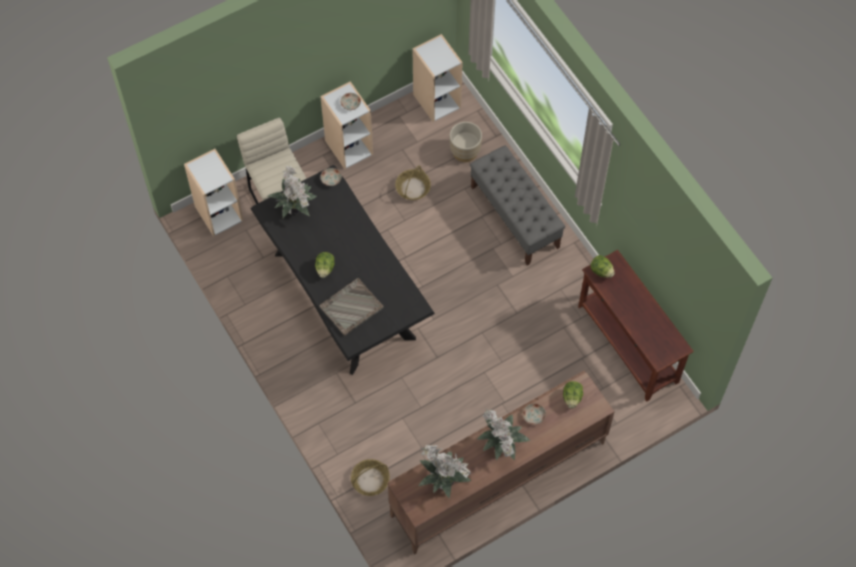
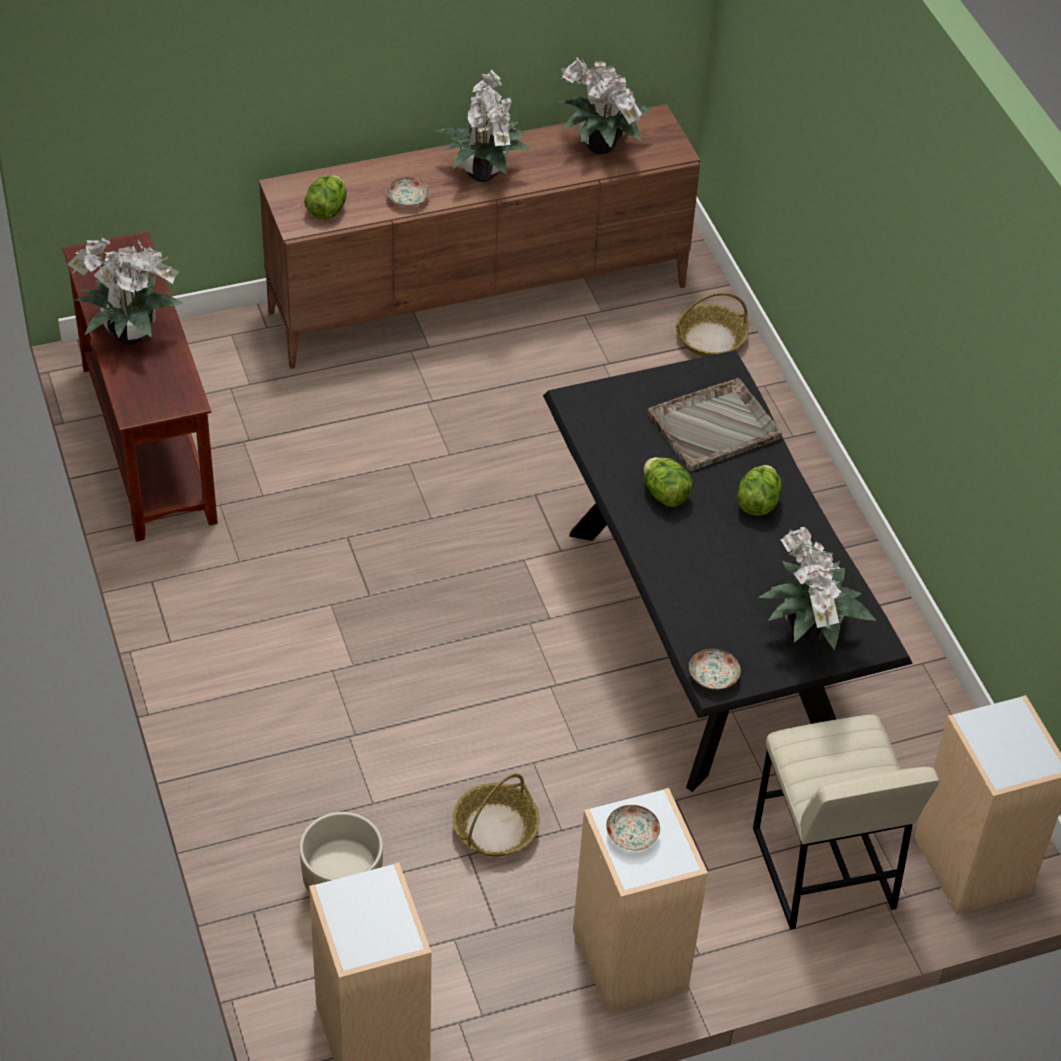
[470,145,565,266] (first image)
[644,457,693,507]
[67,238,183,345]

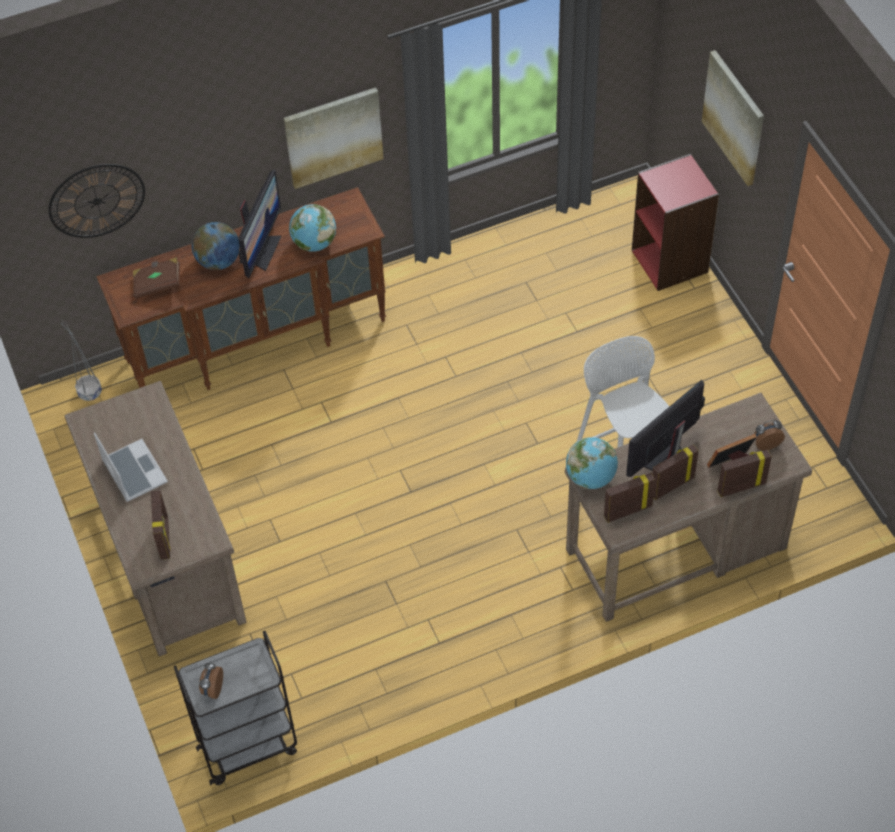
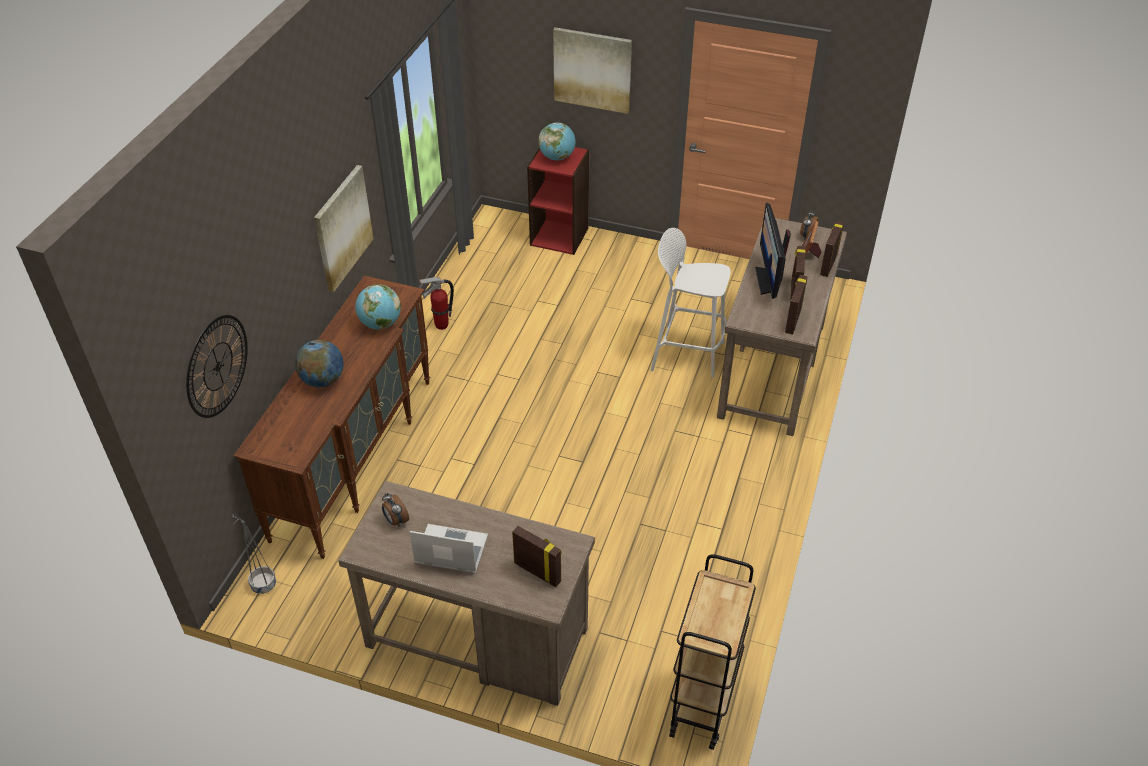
[239,170,281,278] (first image)
[133,257,180,299] (first image)
[538,122,576,160]
[669,554,756,750]
[382,493,409,527]
[419,277,454,330]

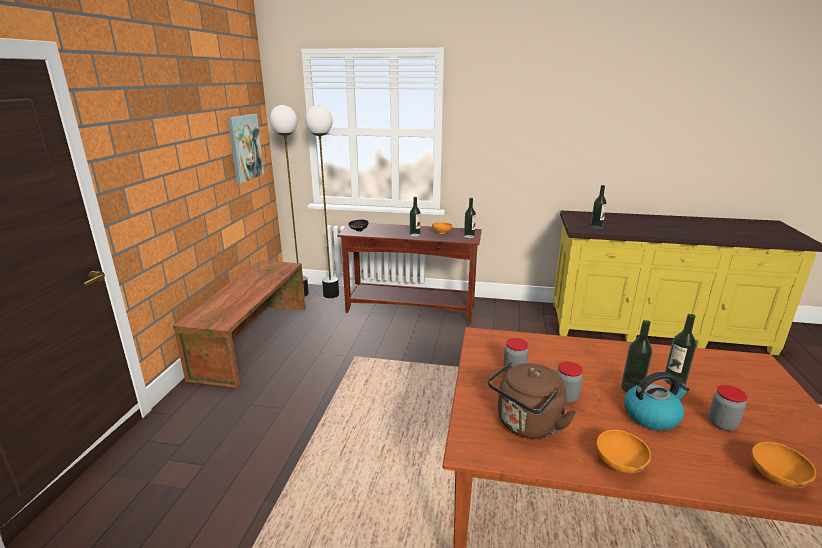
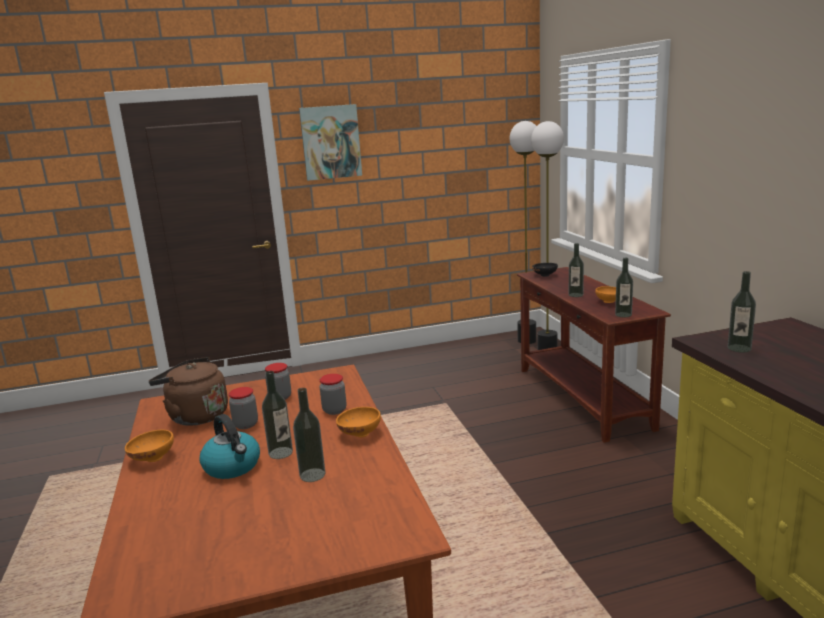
[299,104,362,181]
[173,260,306,388] (first image)
[320,374,346,415]
[336,407,381,438]

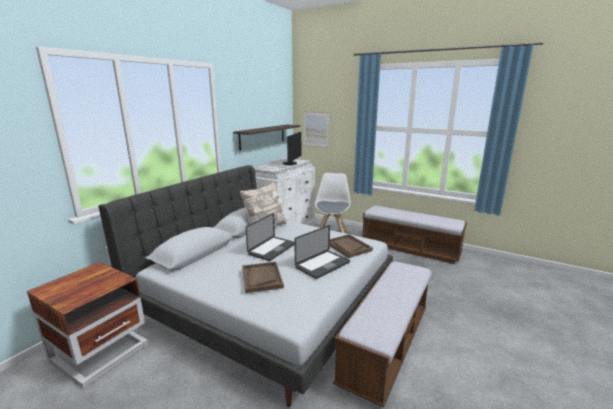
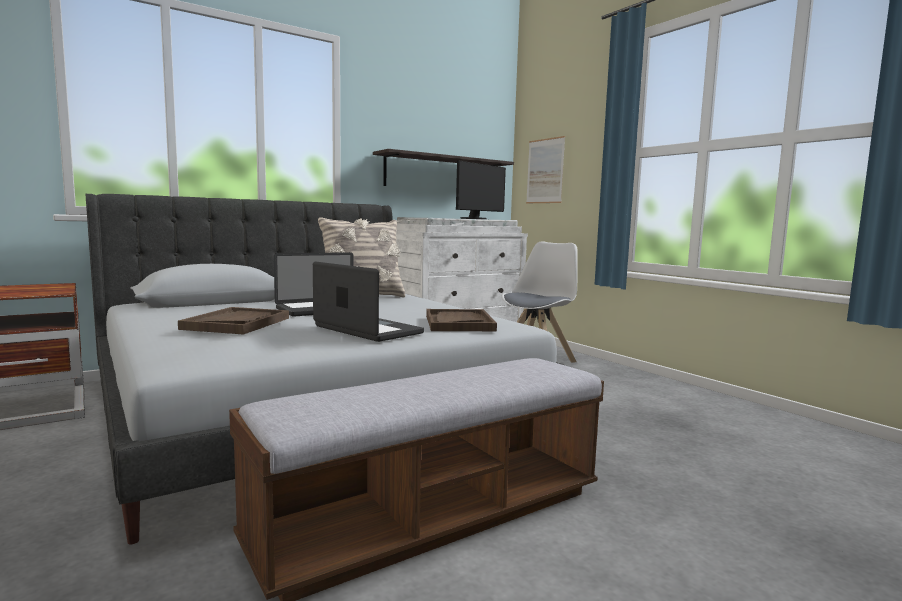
[363,206,467,264] (first image)
[313,261,424,342]

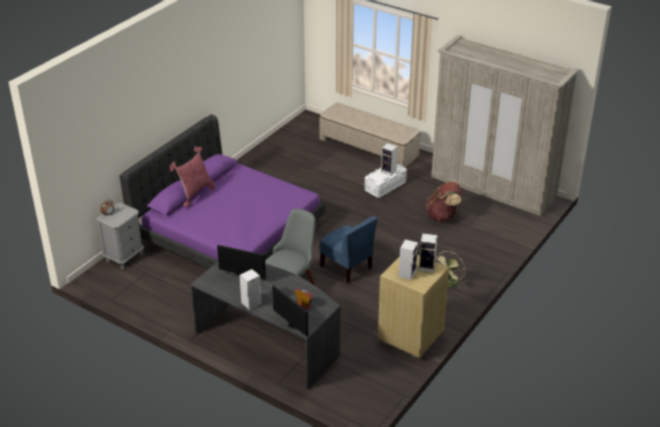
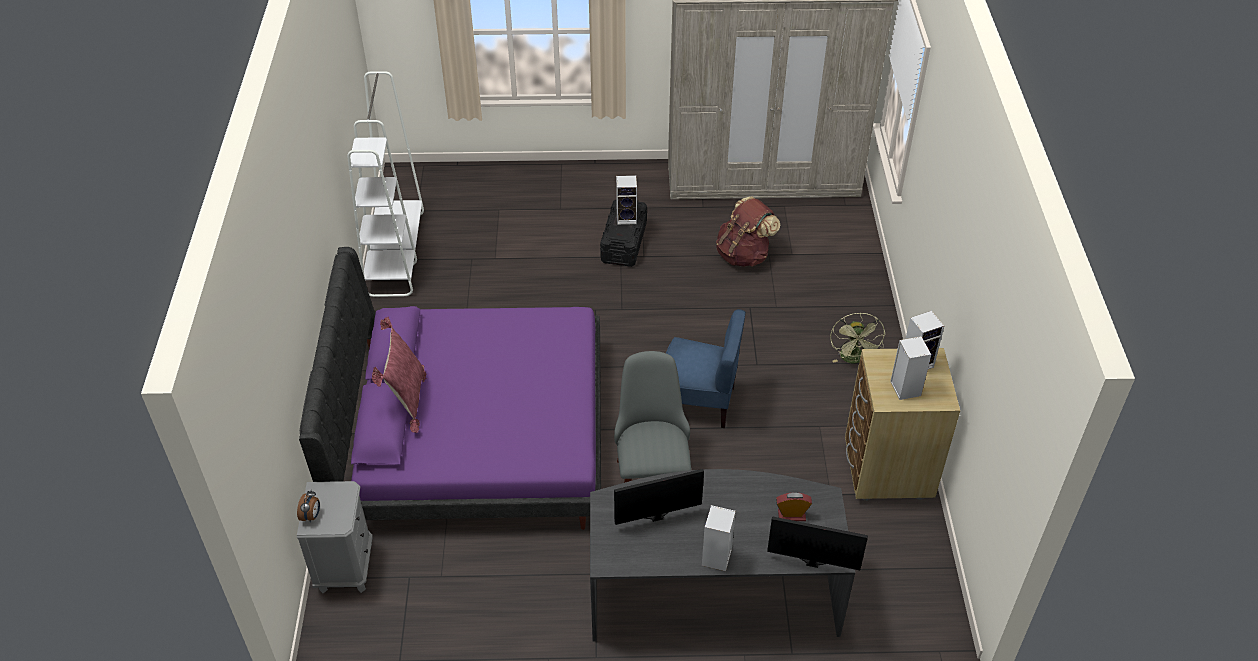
[319,103,421,168] (first image)
[600,199,647,267]
[347,71,424,297]

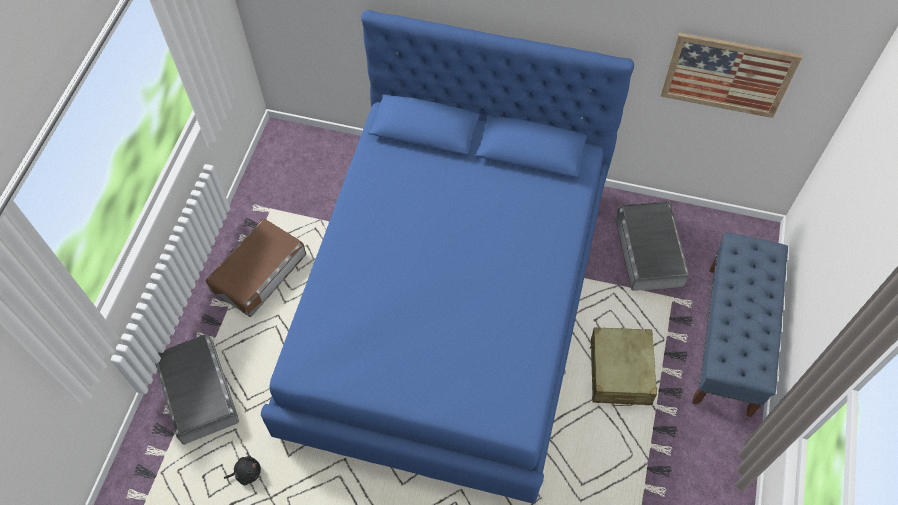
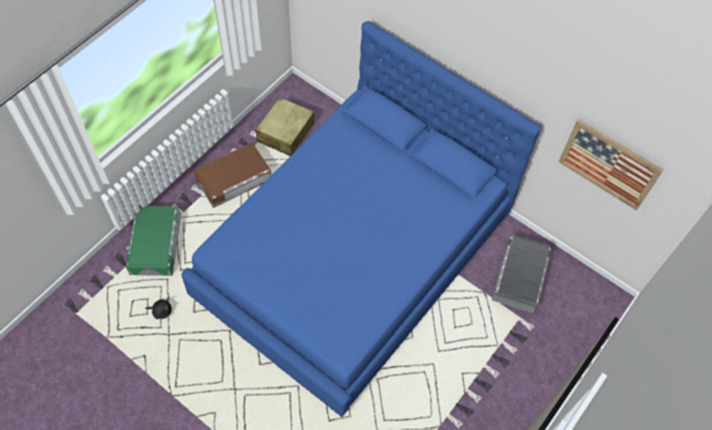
[692,233,788,417] (first image)
[255,97,314,156]
[126,206,181,276]

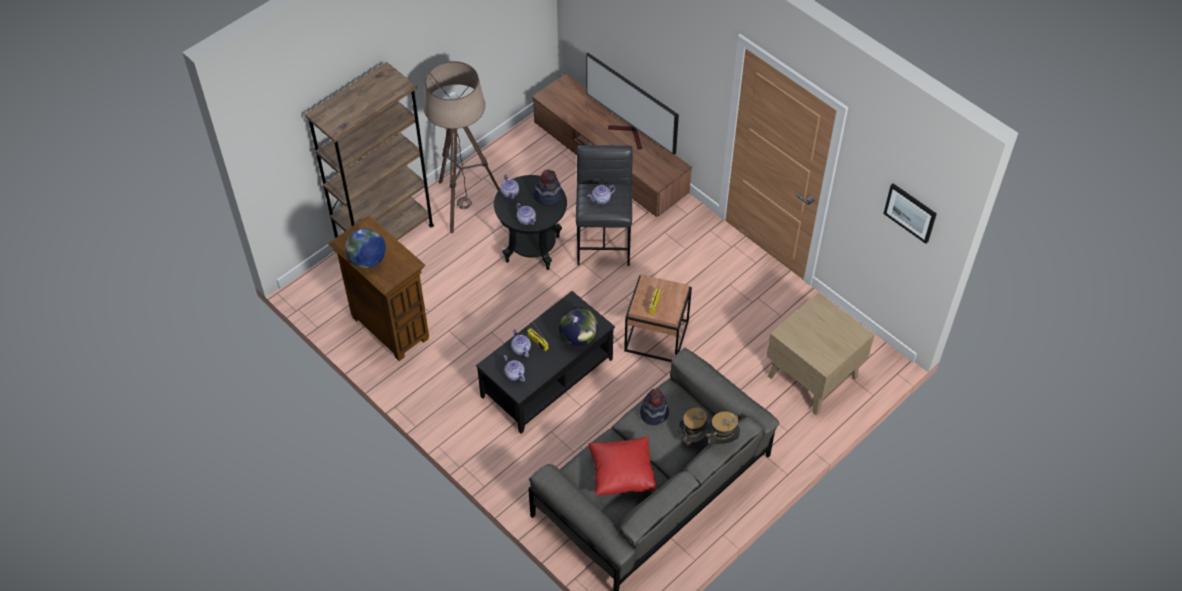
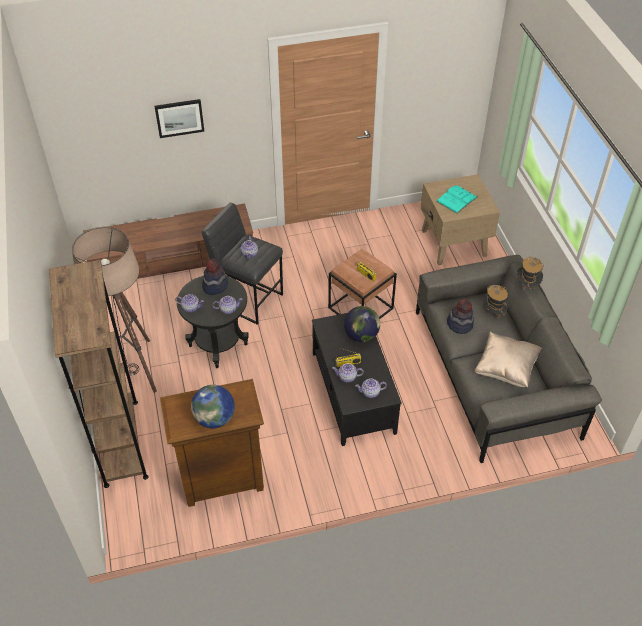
[586,52,679,154] (first image)
[155,99,204,138]
[474,332,542,387]
[436,185,478,214]

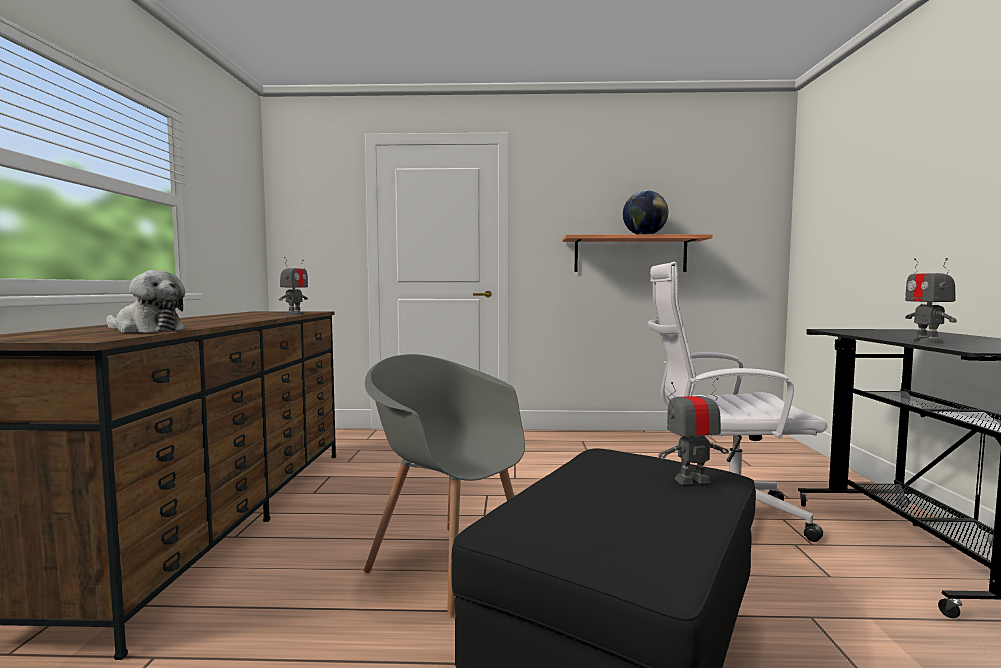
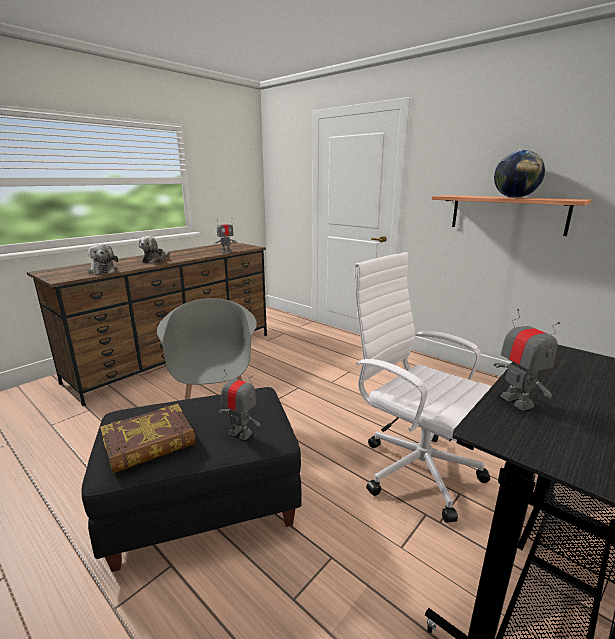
[494,309,560,410]
[139,236,170,264]
[100,404,196,473]

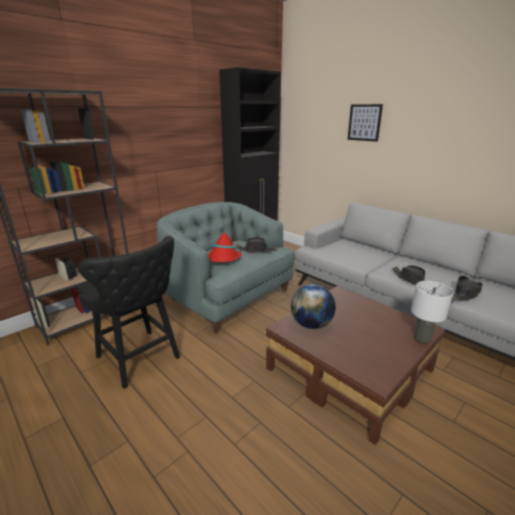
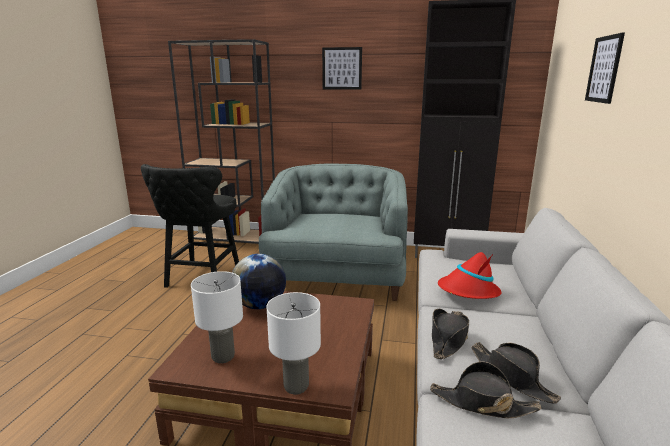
[438,252,501,299]
[471,342,561,404]
[322,47,362,90]
[191,271,243,364]

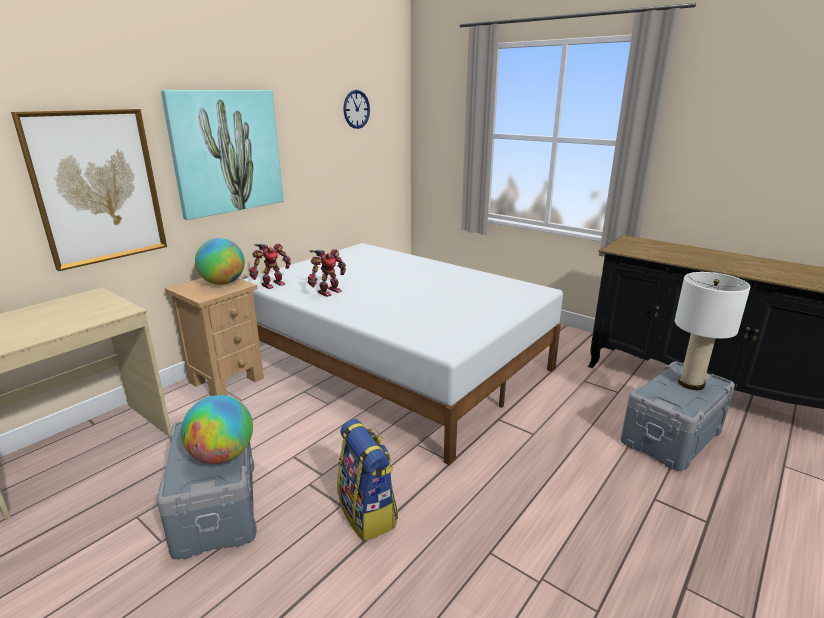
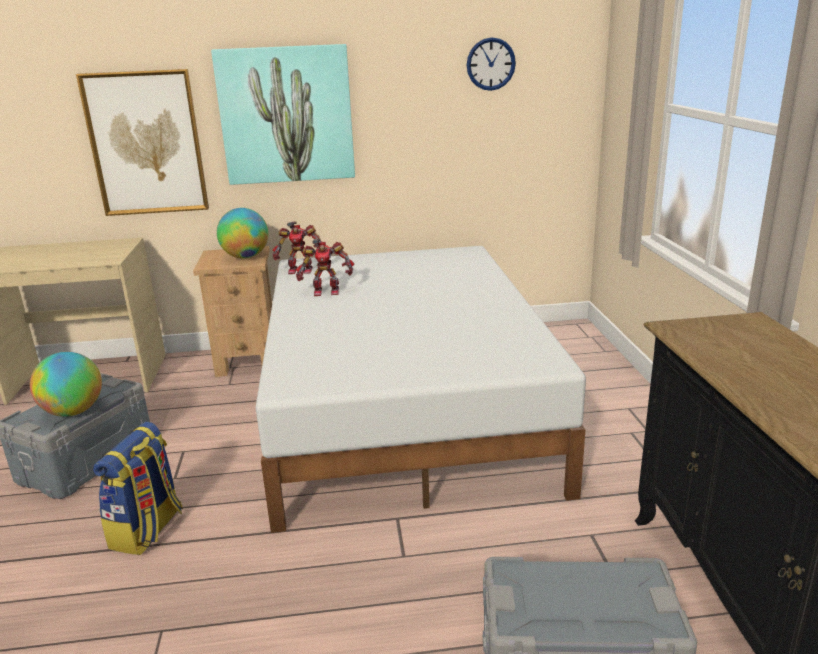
[675,272,751,390] (first image)

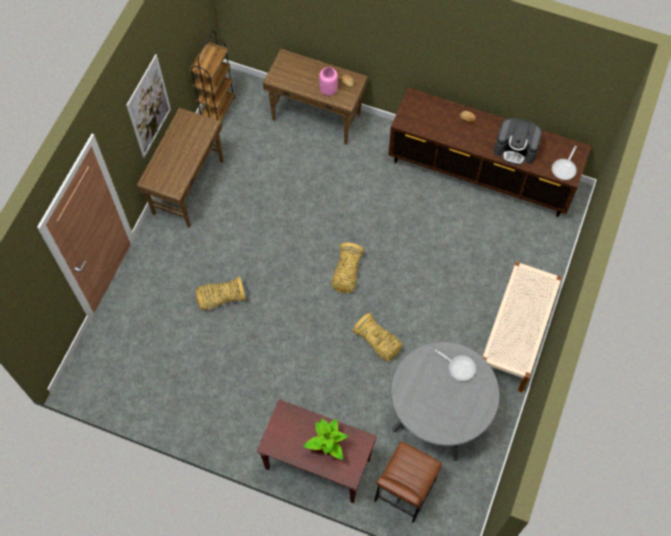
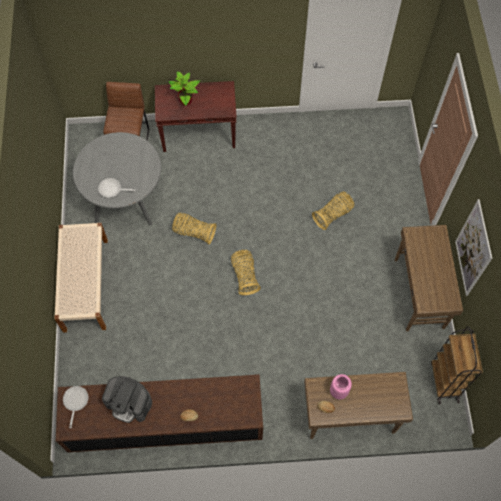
[102,376,152,423]

